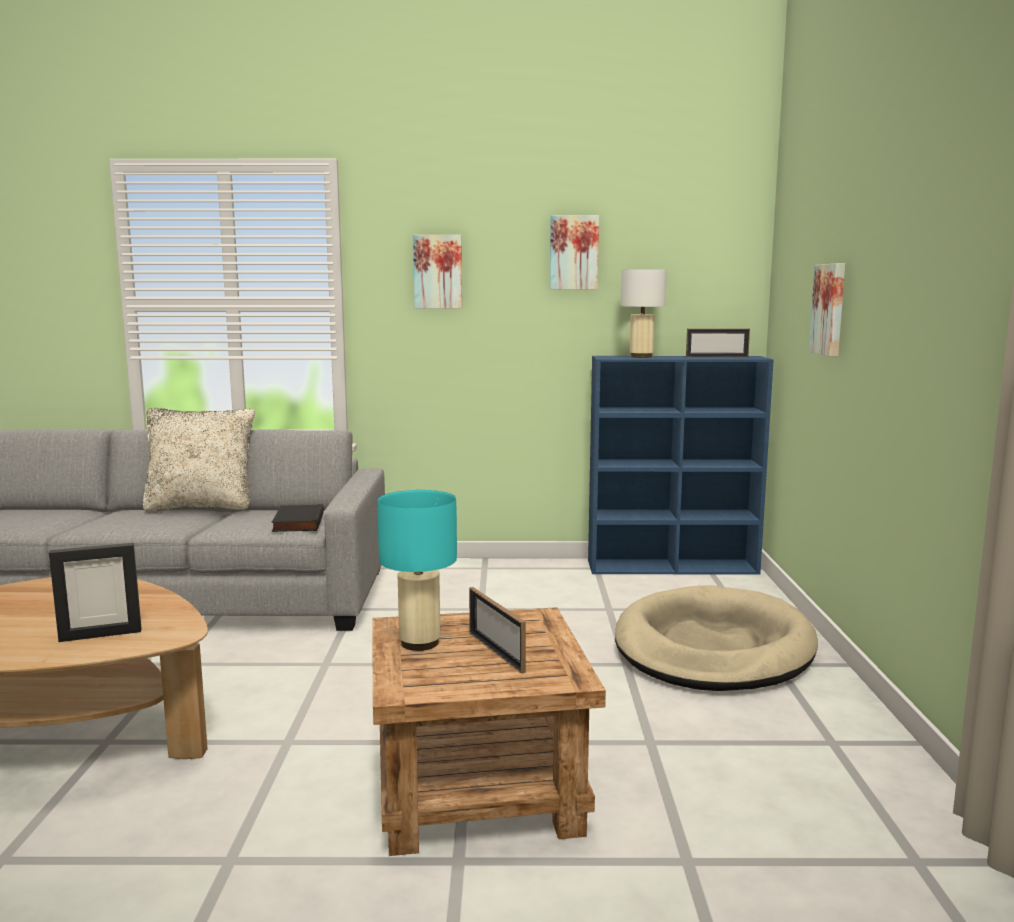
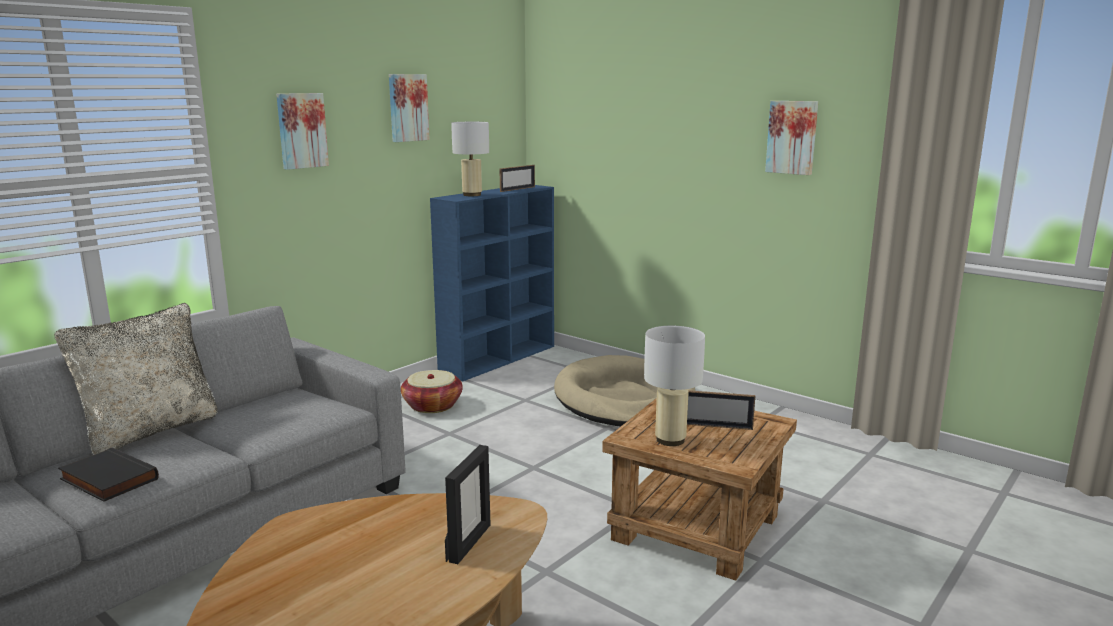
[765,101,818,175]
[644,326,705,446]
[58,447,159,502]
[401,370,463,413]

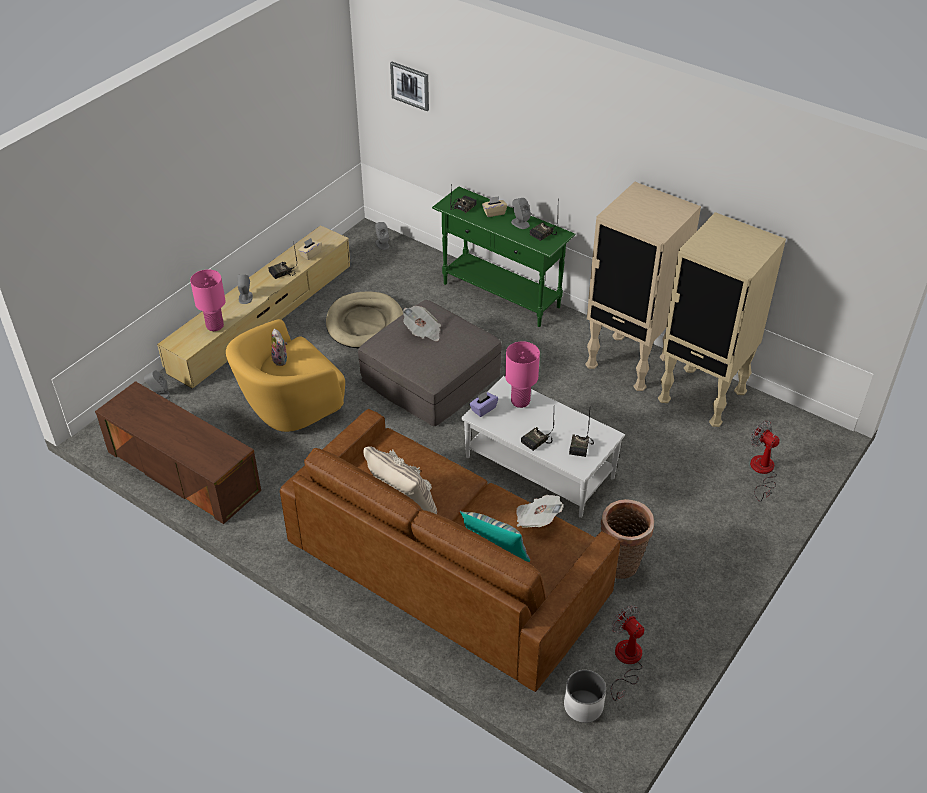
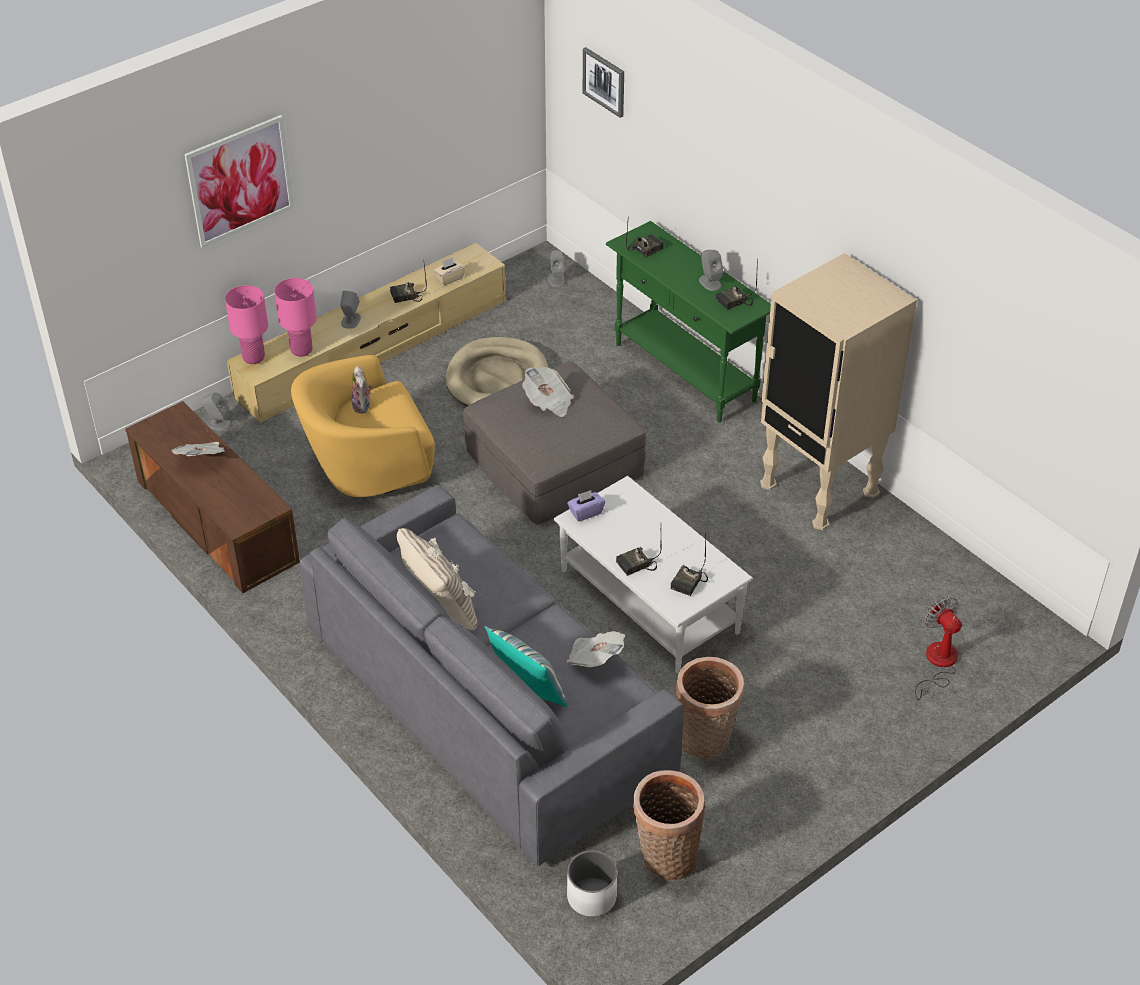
[482,196,507,217] (first image)
[658,212,786,427] (first image)
[225,285,268,364]
[299,485,684,867]
[633,770,705,881]
[184,115,294,248]
[171,442,225,456]

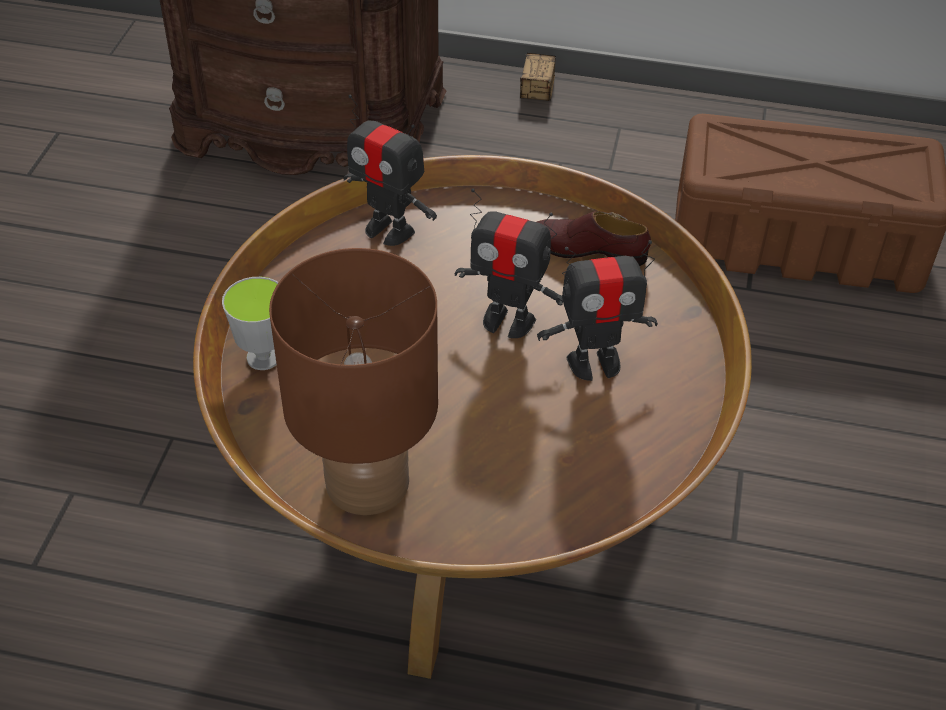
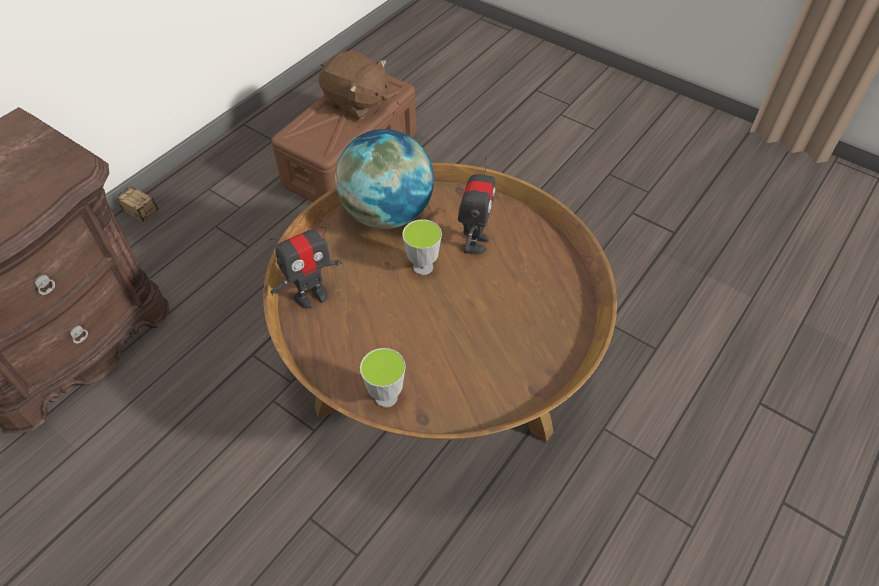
[402,219,442,275]
[335,129,434,229]
[269,248,438,515] (first image)
[319,50,388,120]

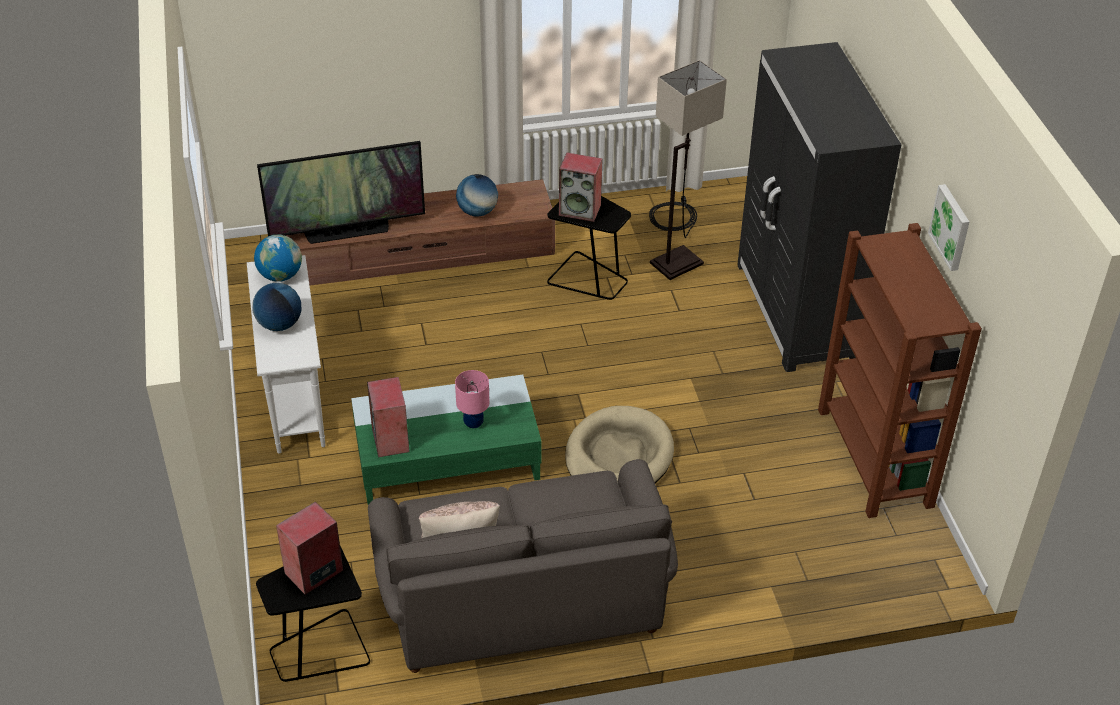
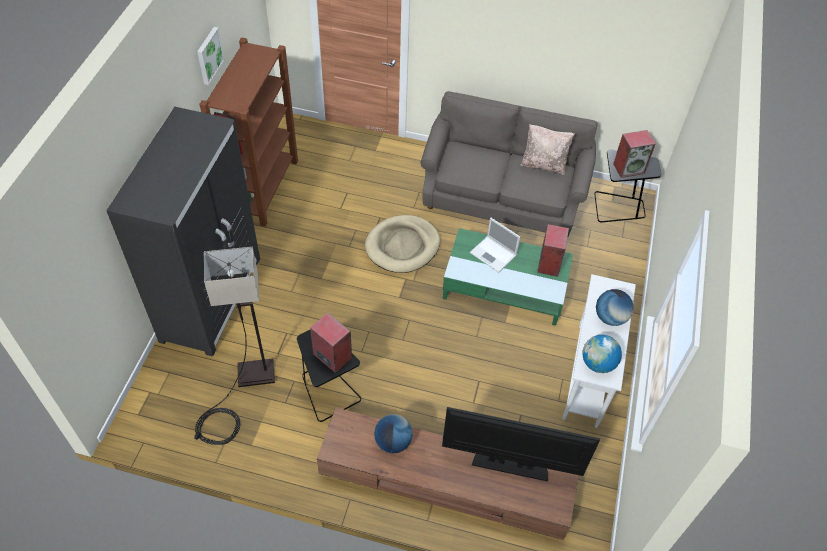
[470,218,521,273]

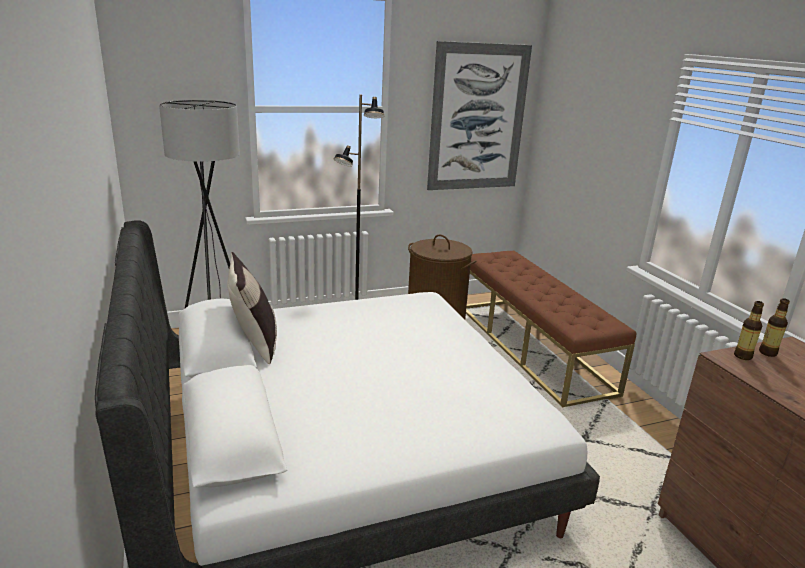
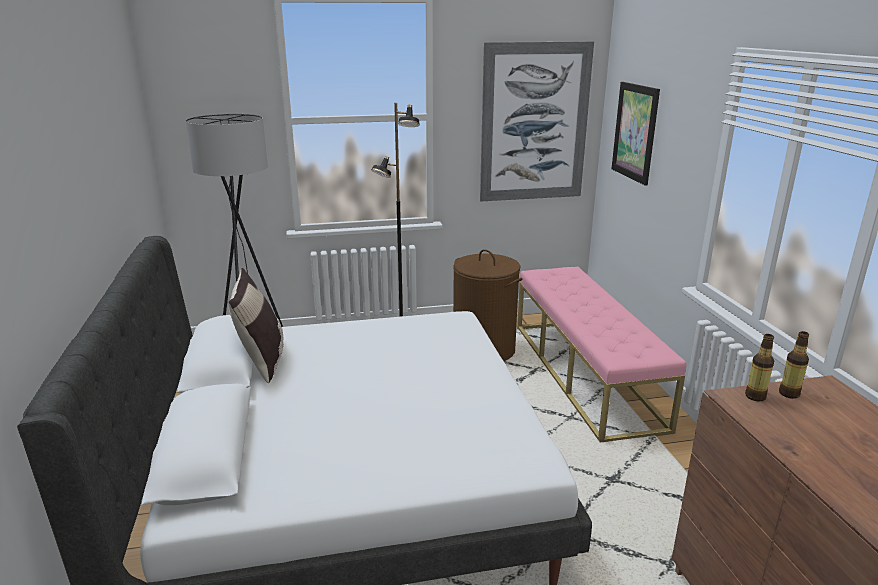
[517,267,686,443]
[612,82,660,186]

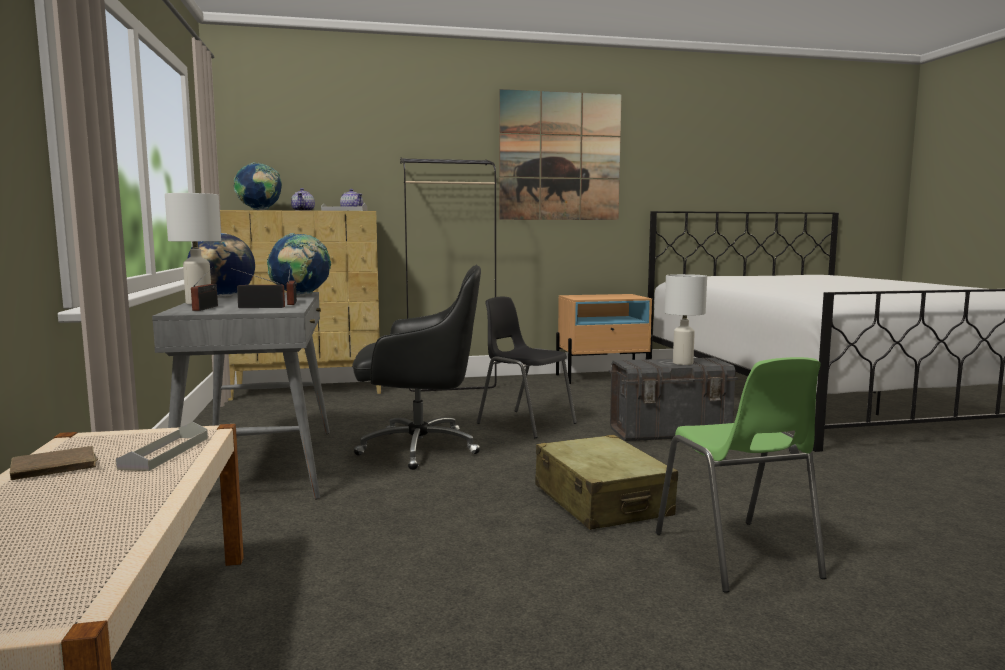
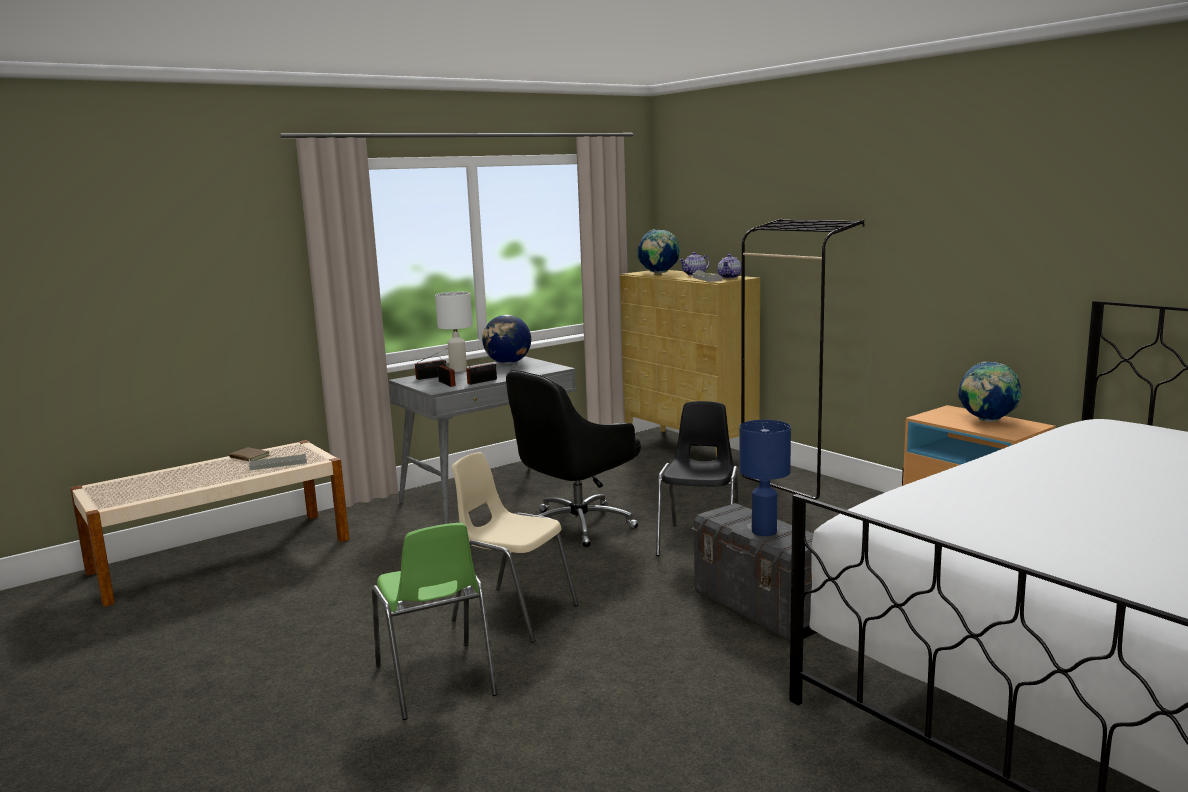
[499,89,622,220] (first image)
[958,361,1022,422]
[506,370,641,547]
[740,420,791,536]
[372,523,497,720]
[451,452,579,643]

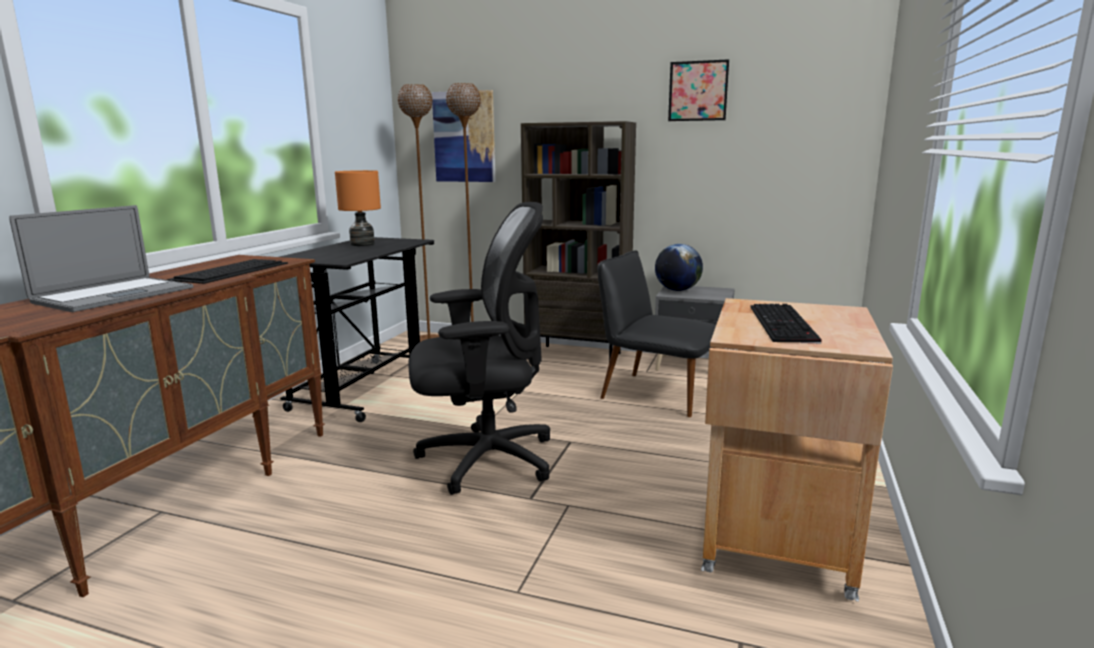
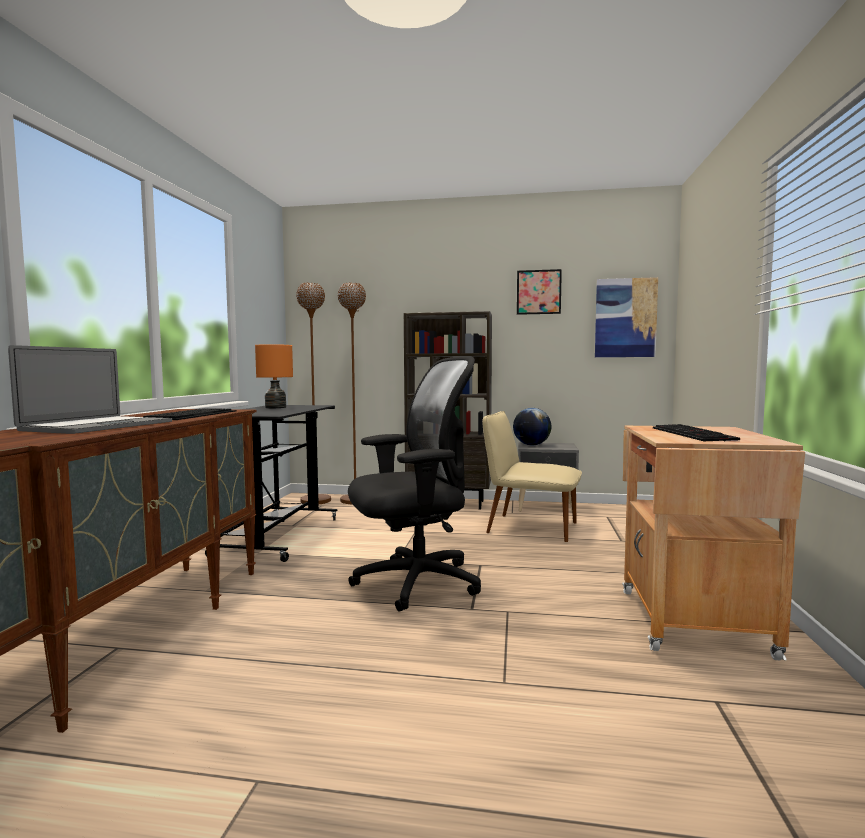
[595,277,658,357]
[482,411,582,542]

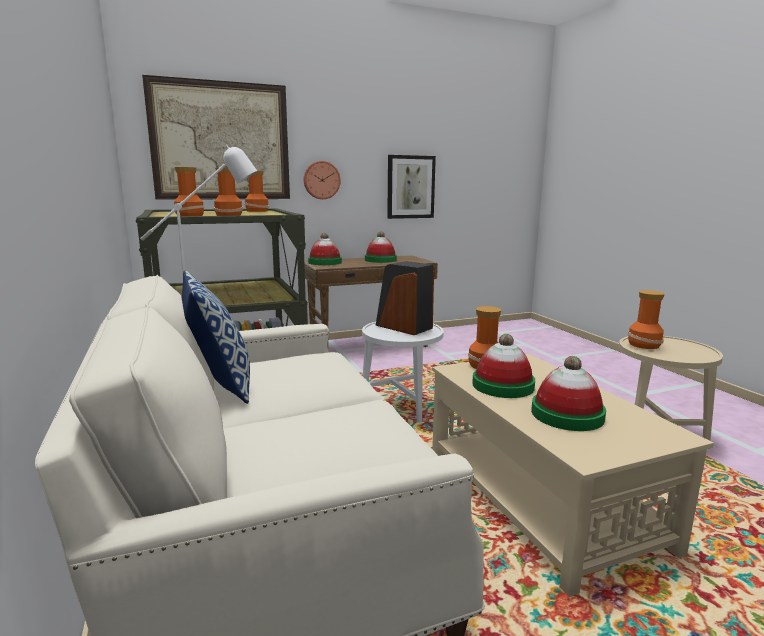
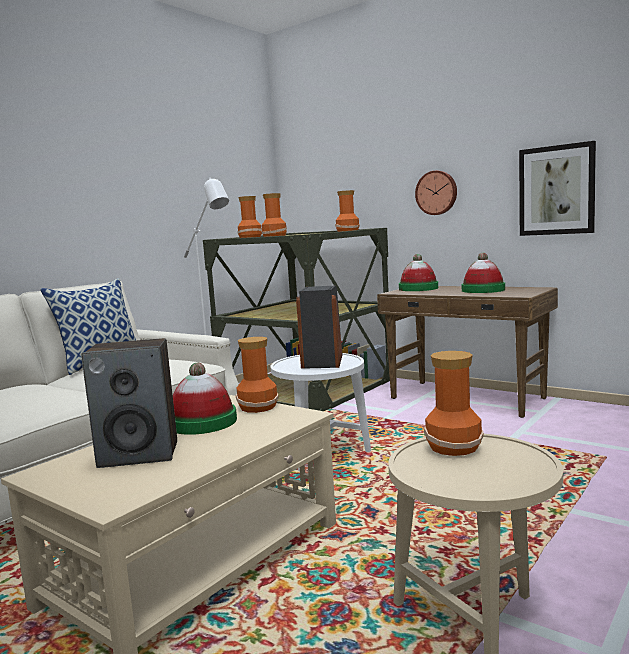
[142,75,290,200] (first image)
[81,338,177,468]

